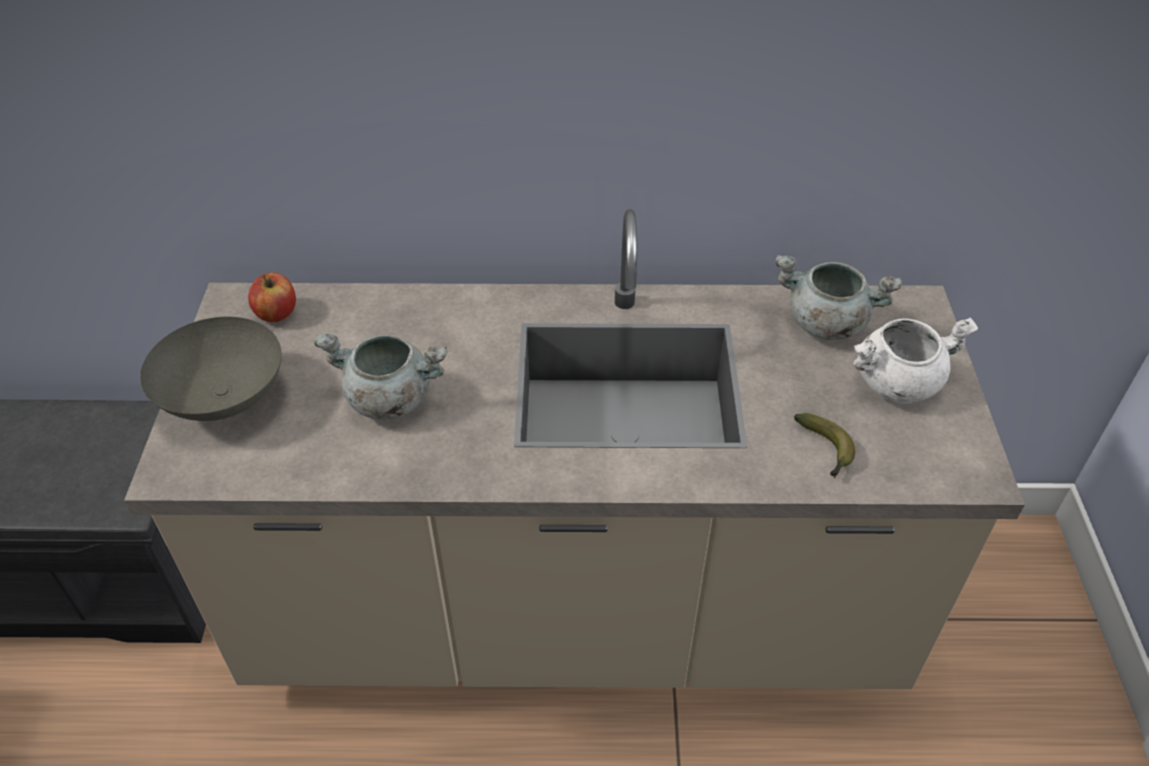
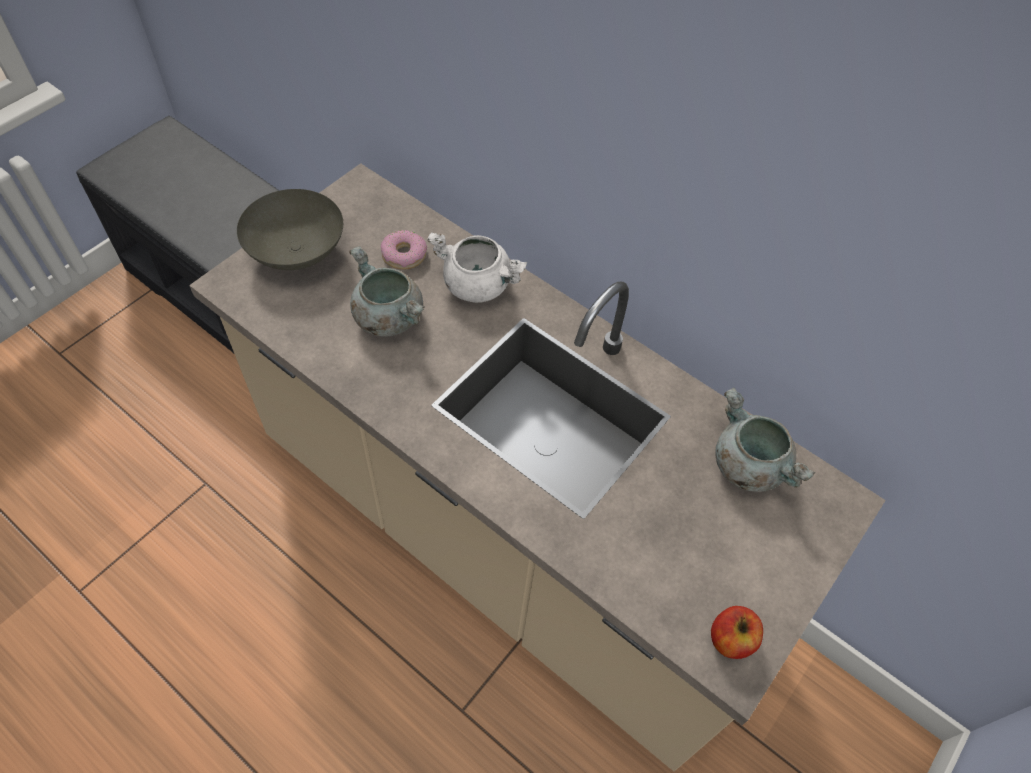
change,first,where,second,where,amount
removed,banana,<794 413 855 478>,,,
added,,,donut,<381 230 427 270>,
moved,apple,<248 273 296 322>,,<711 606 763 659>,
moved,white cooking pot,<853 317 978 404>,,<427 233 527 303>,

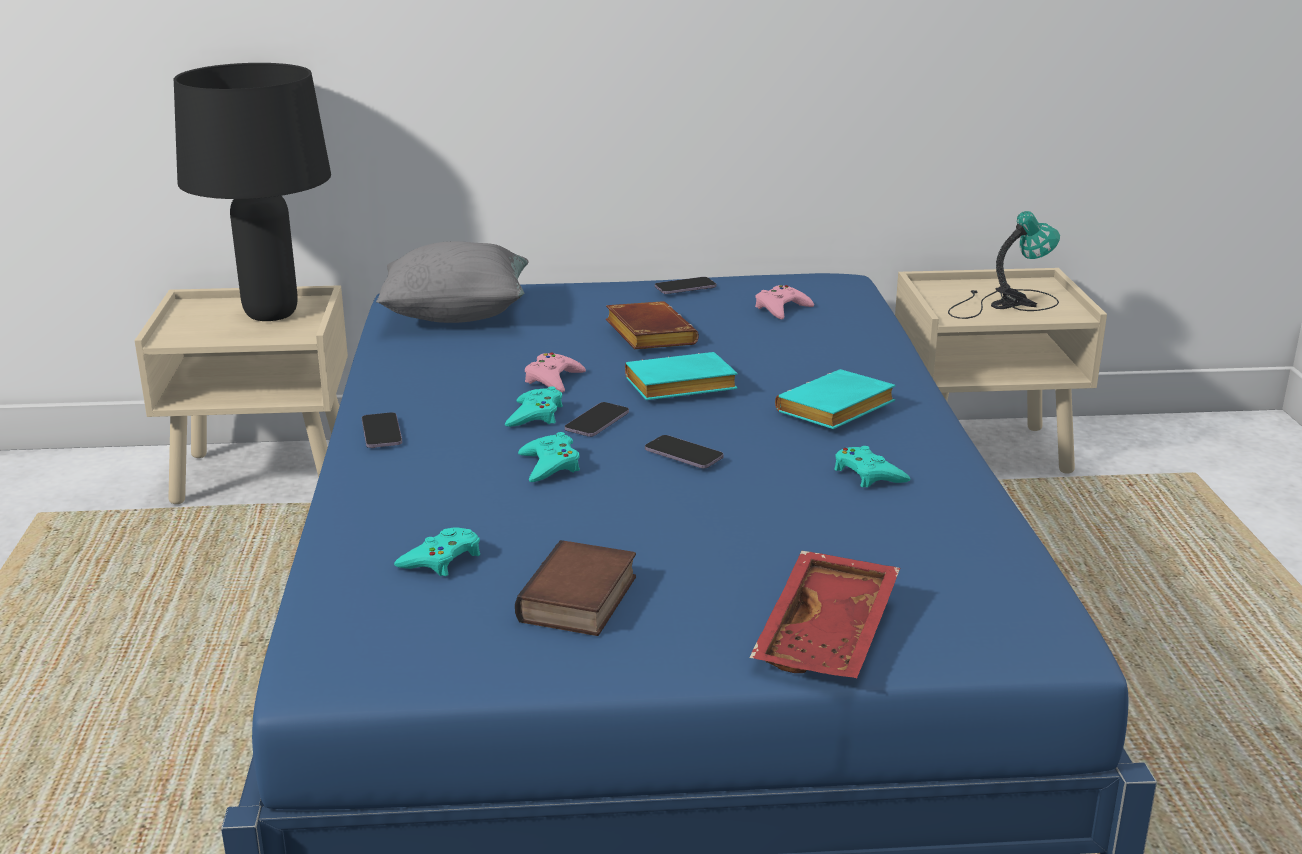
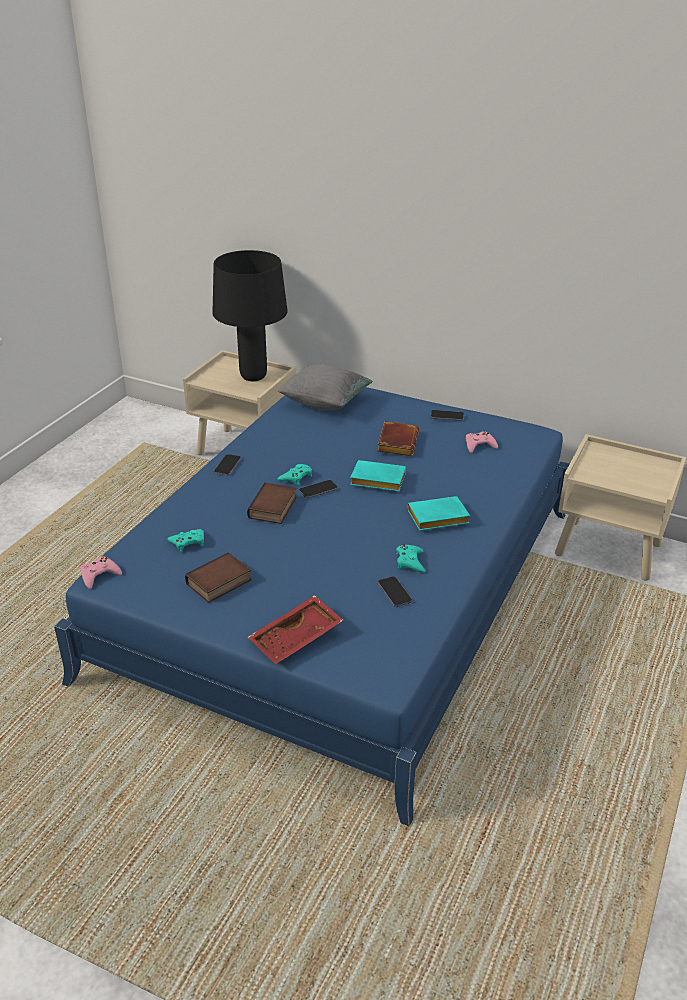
change,first,where,second,where,amount
removed,table lamp,<948 211 1060 319>,,,
moved,pink game controller,<525 352 586 393>,,<80 556 122 589>,
moved,phone,<645 435 724 469>,,<378 576 412 607>,
replaced,turquoise game controller,<518 432 580 482>,book,<247 483 297 524>,

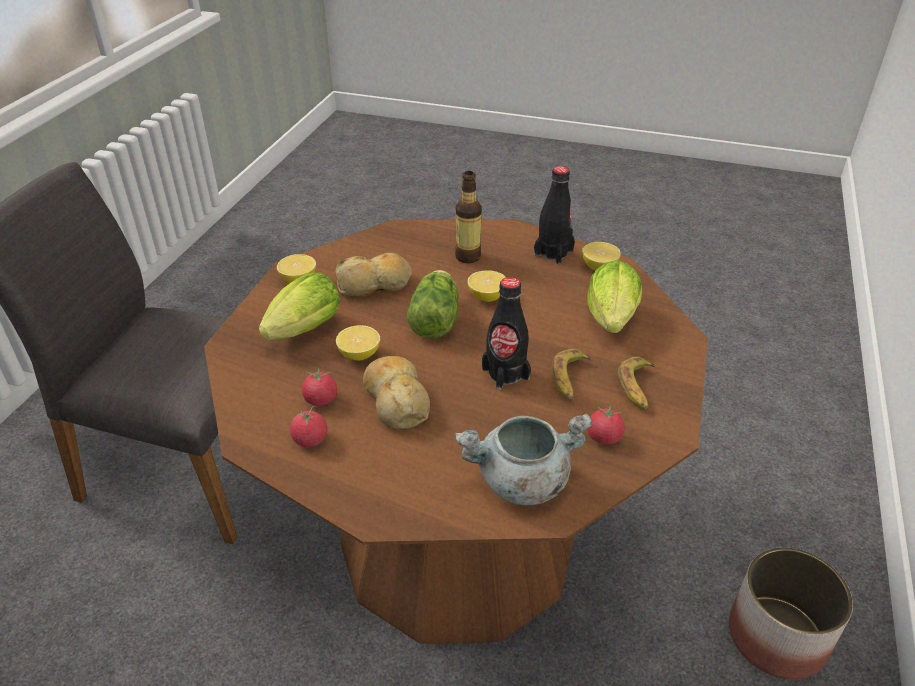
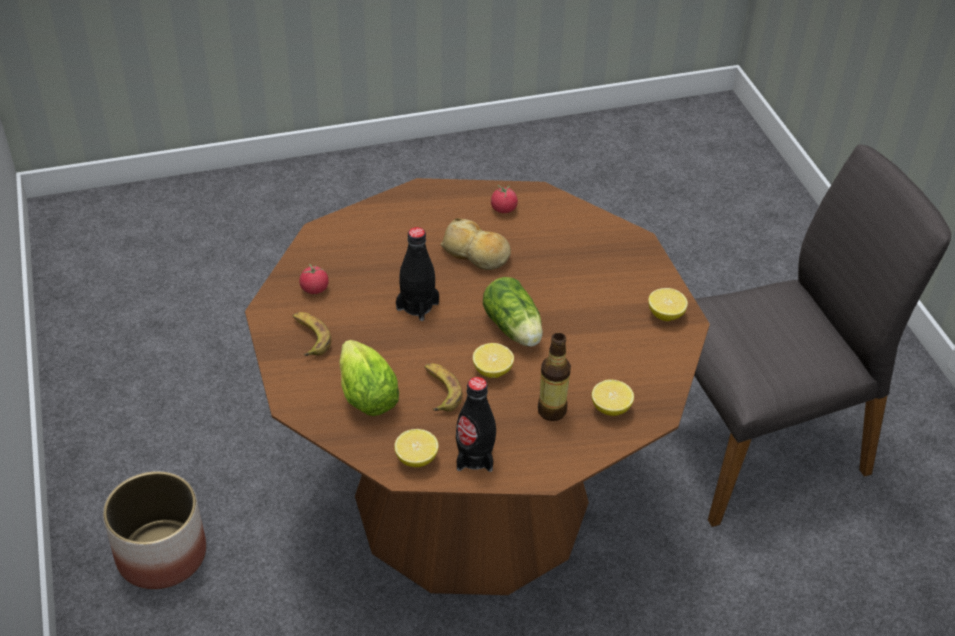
change,first,where,second,where,amount
removed,lettuce,<259 273 341 340>,,,
removed,tomato,<302 367 337 406>,,,
removed,bread,<335 253 412 297>,,,
removed,grey cooking pot,<455 413 593 505>,,,
moved,lemon,<336 325 380 361>,,<592 379 634 416>,
moved,banana,<552 348 592 401>,,<424 363 463 411>,

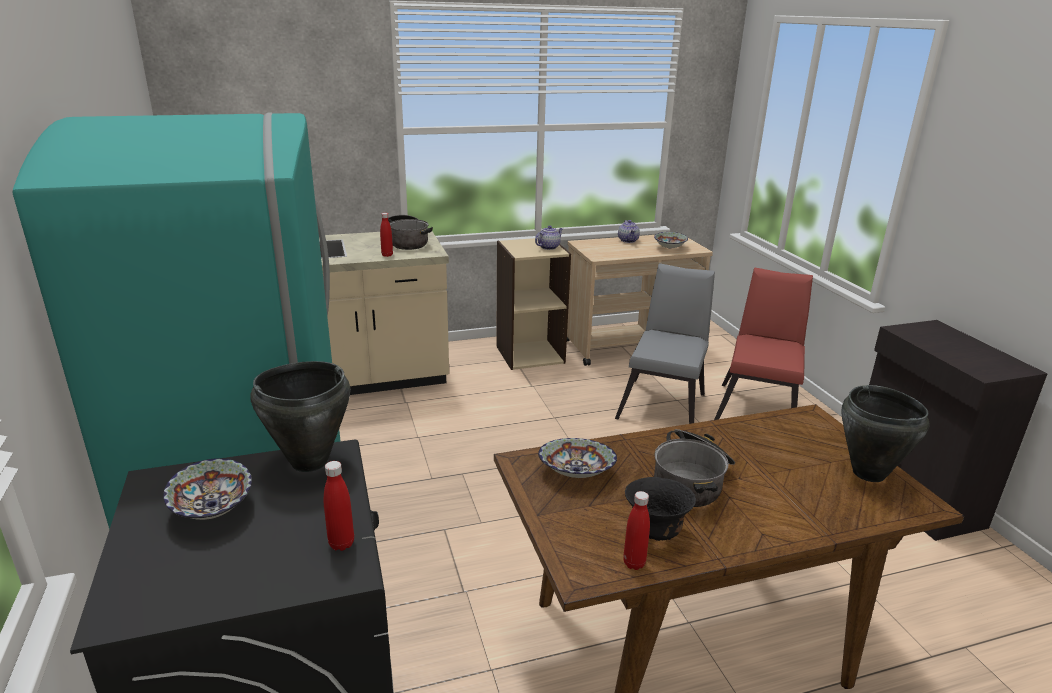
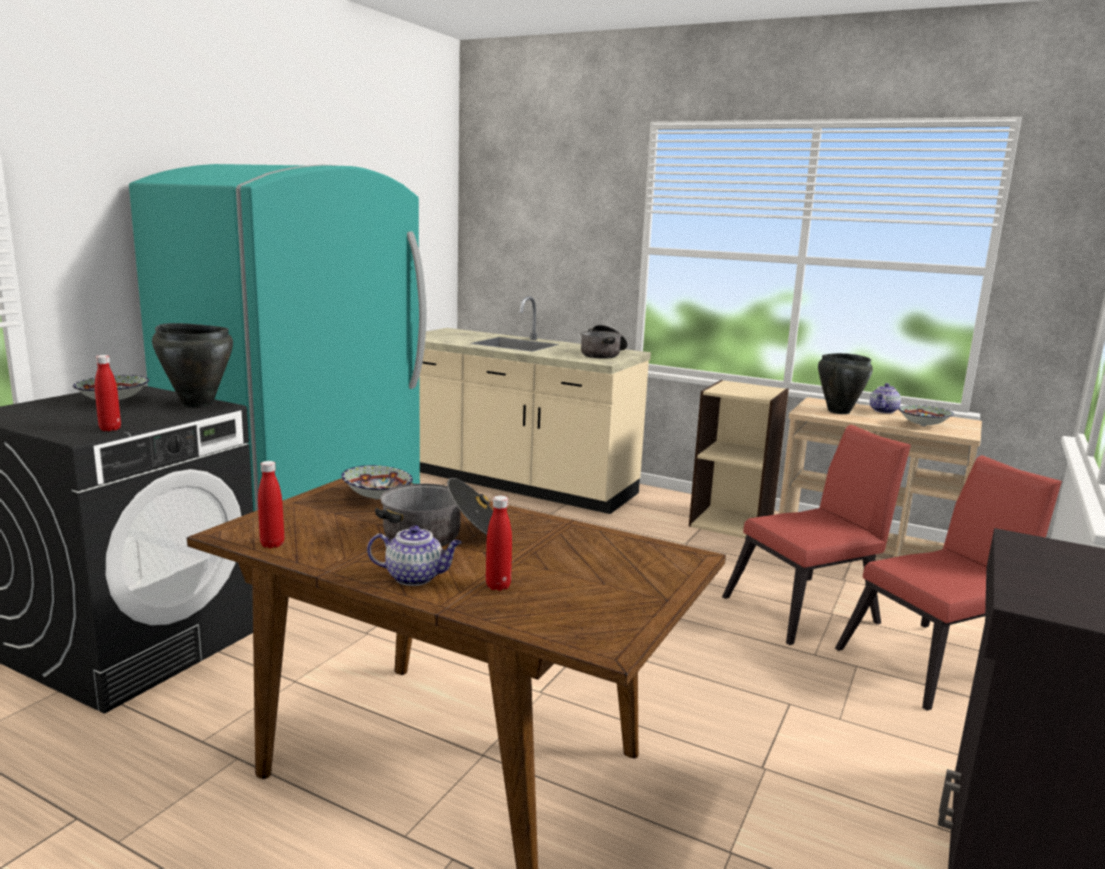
change,first,where,second,where,amount
removed,black bowl,<625 477 696 541>,,,
moved,red bottle,<380 213 393 257>,,<486 495 512 591>,
moved,teapot,<535 226 563 250>,,<367 525 462 586>,
moved,black cooking pot,<841 385 930 482>,,<818 353 873 414>,
recoloured,grey chair,<615 263 715 424>,red chair,<722 425 911 645>,

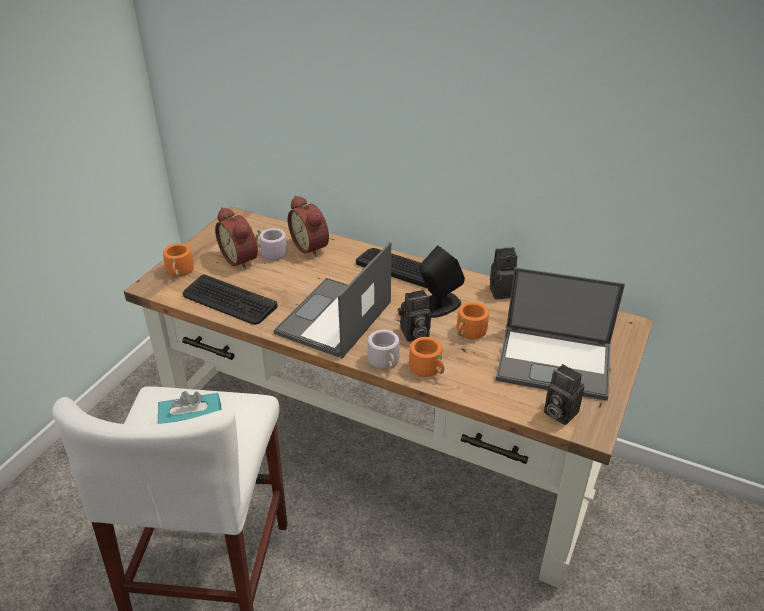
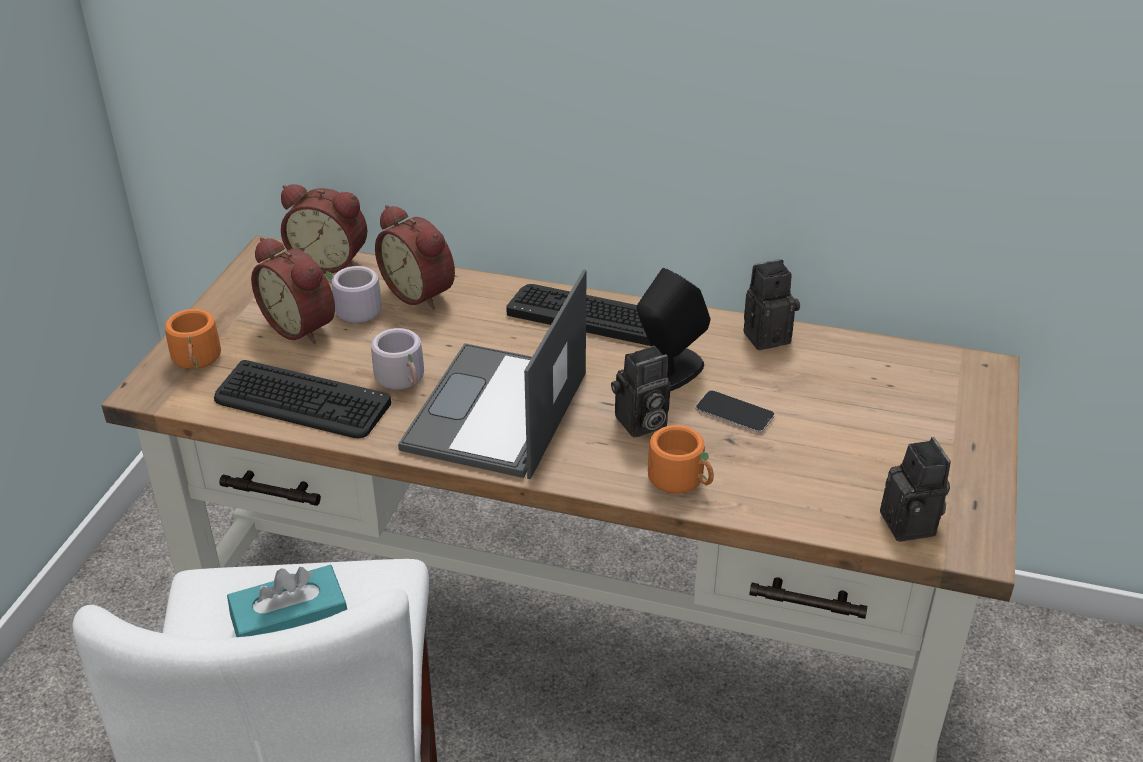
change,first,where,second,where,amount
removed,laptop,<495 267 625 401>,,,
added,,,alarm clock,<281 184 367 274>,
moved,grey mug,<367 330 400 369>,,<371 328 424 390>,
replaced,orange mug,<457 302 497 340>,phone,<696 390 775 433>,
turned,photo camera,<544 364 584 425>,,<880 437 951 542>,135 degrees counterclockwise

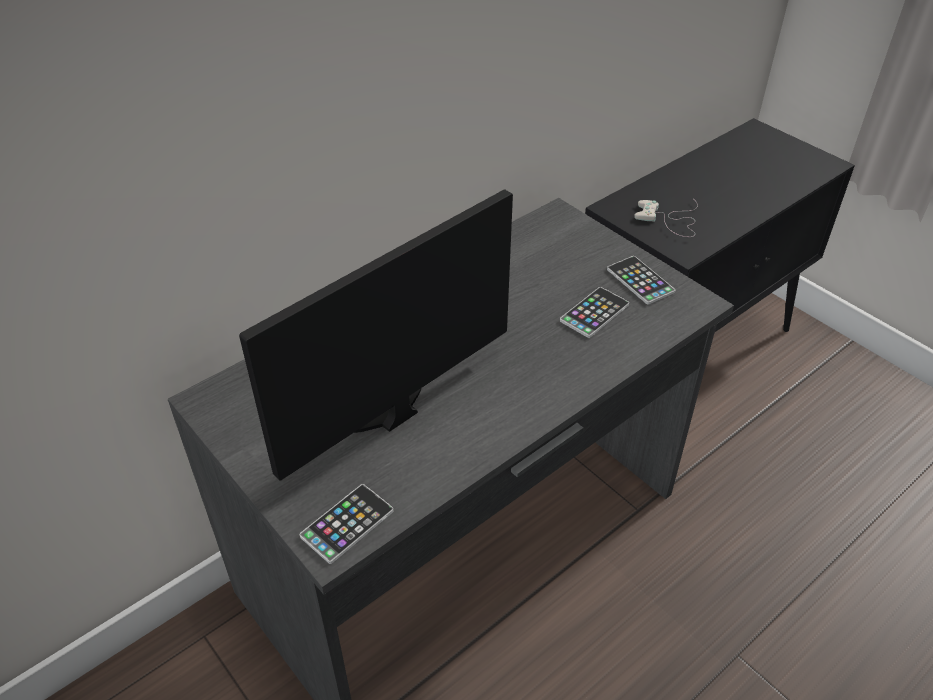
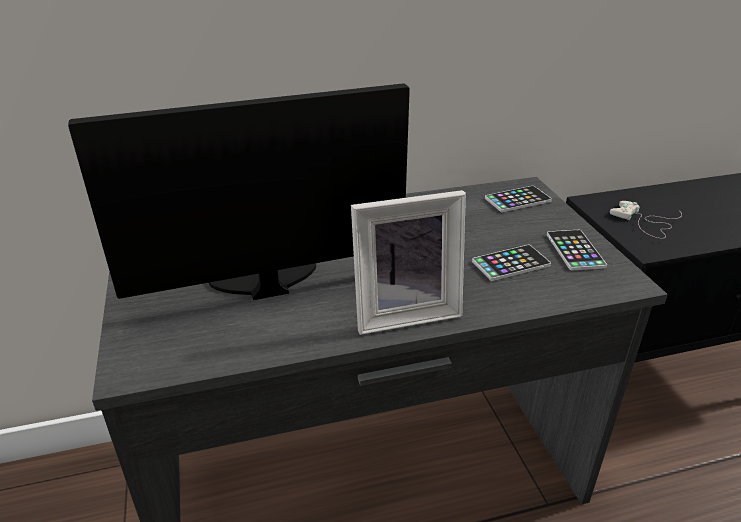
change,first,where,second,where,amount
added,,,picture frame,<351 190 466 335>,
moved,phone,<300 484 393 564>,,<485 186 552 212>,

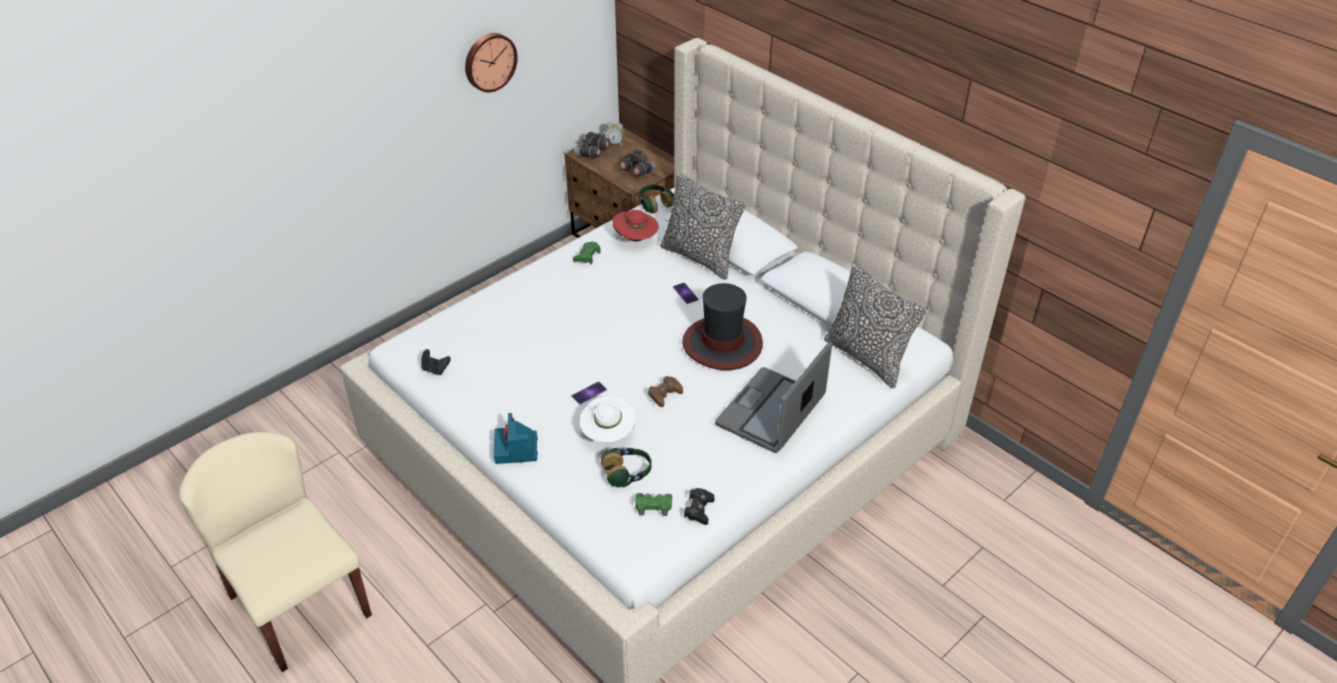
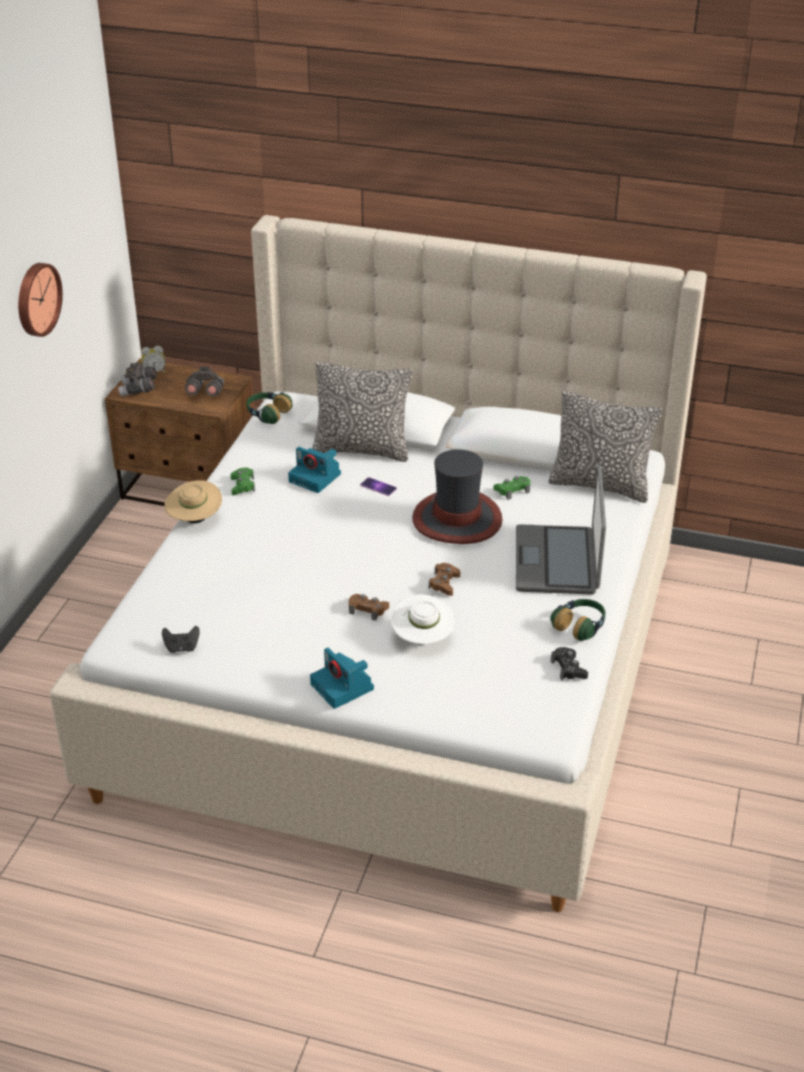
change,first,where,second,where,amount
removed,beige chair,<179 432 372 672>,,,
removed,red hat,<613 210 659 242>,,,
added,,,beige hat,<164 480 222 523>,
added,,,photo camera,<288 447 341 493>,
moved,headphones,<601 448 652 487>,,<550 599 605 641>,
moved,green game controller,<635 493 672 516>,,<494 476 530 500>,
replaced,phone,<572 382 607 404>,brown game controller,<349 594 389 621>,

